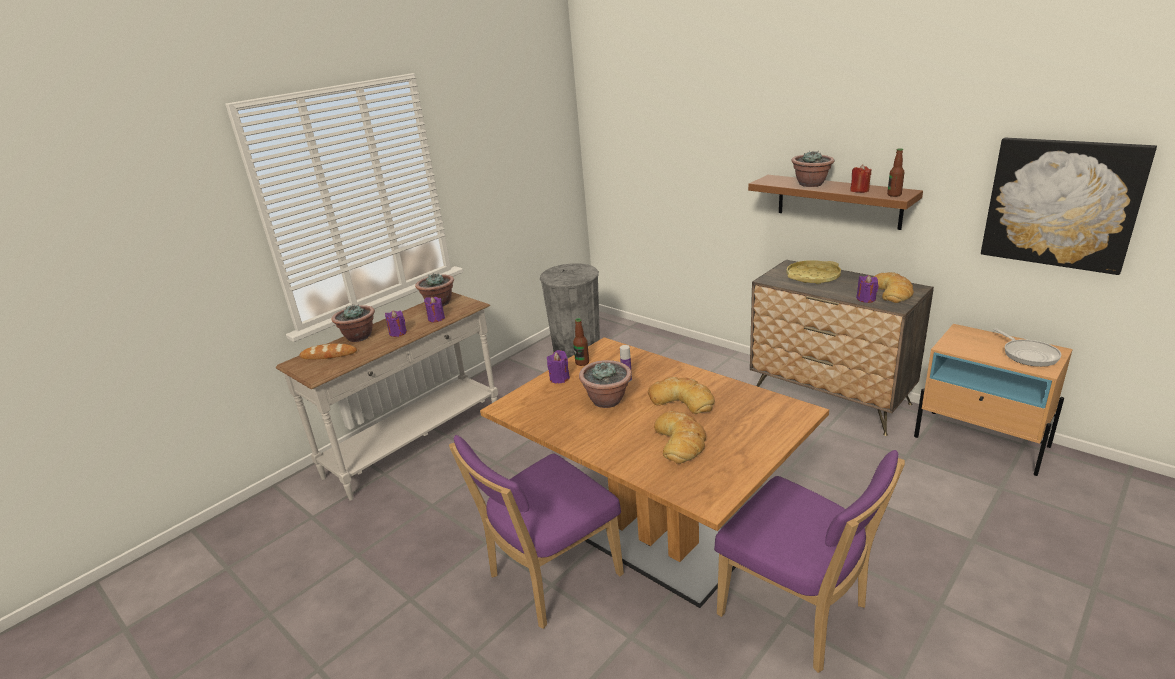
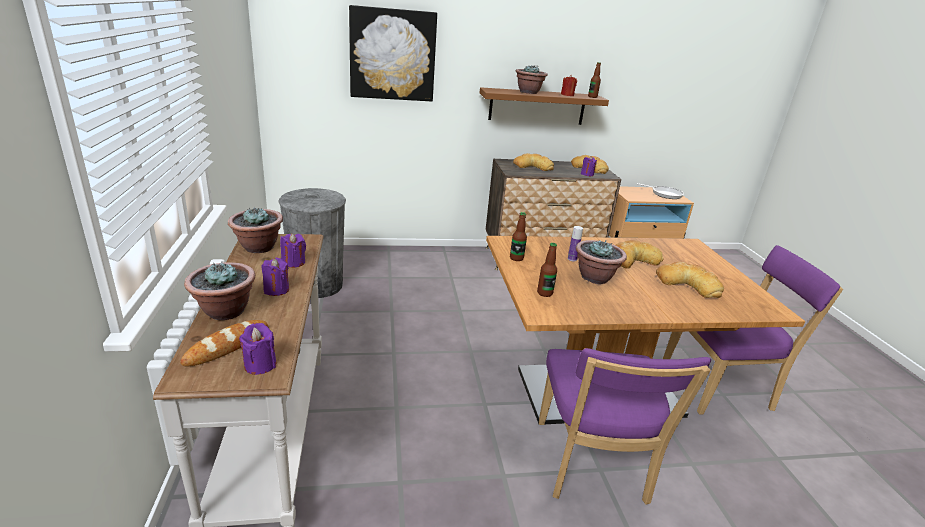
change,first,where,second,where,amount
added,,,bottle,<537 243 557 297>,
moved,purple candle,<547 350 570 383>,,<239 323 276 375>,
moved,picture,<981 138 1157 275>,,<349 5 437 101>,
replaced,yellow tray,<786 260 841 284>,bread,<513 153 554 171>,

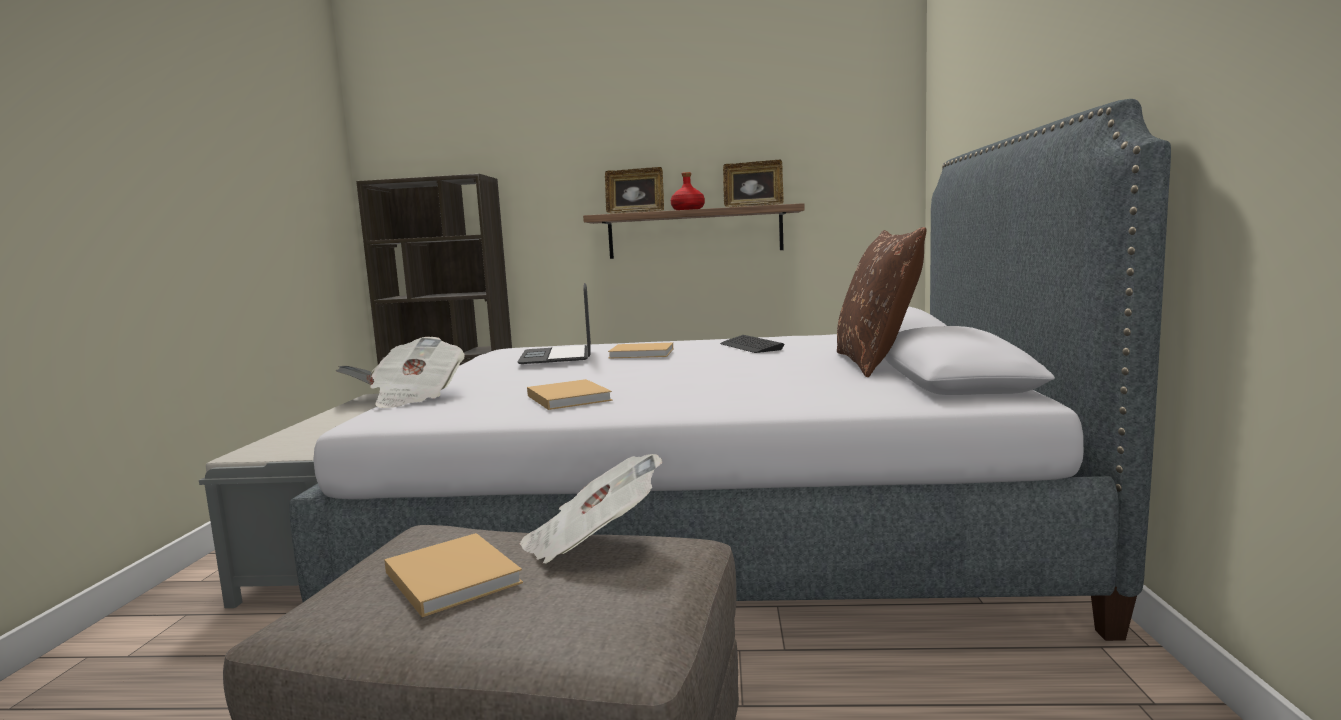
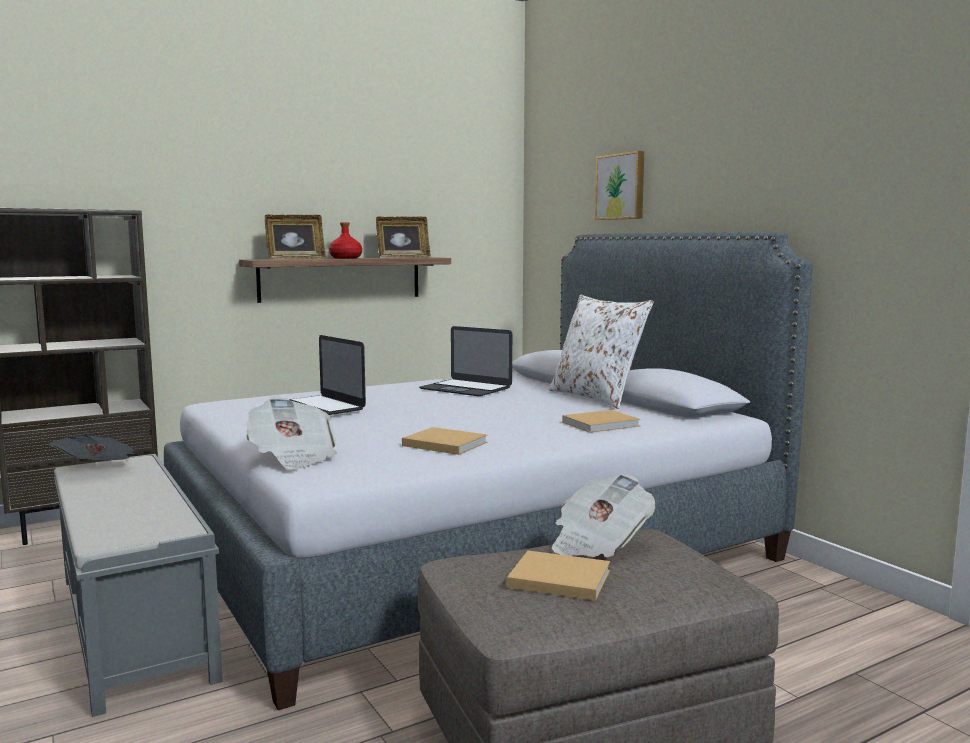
change,first,where,second,where,amount
added,,,picture,<595 151 644 220>,
moved,beige book,<608 343 673 359>,,<562 410 641 433>,
replaced,keyboard,<720 335 785 353>,laptop,<419 326 512 396>,
recoloured,brown pillow,<837 227 927 377>,white pillow,<549 294 653 409>,

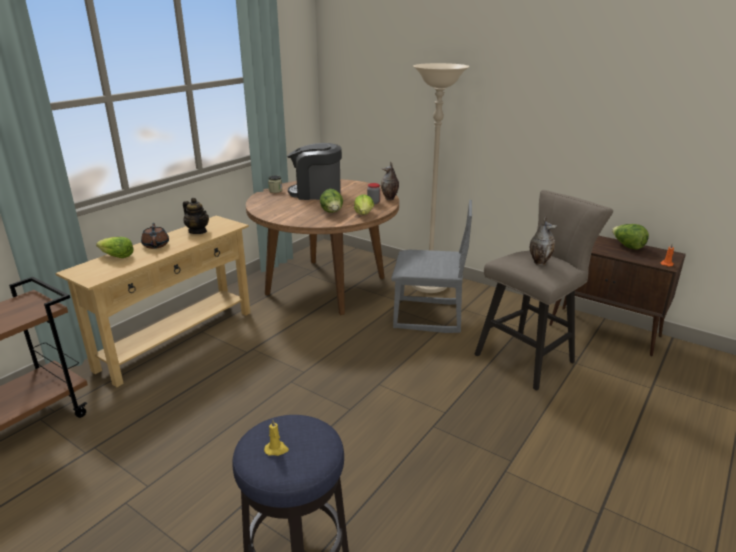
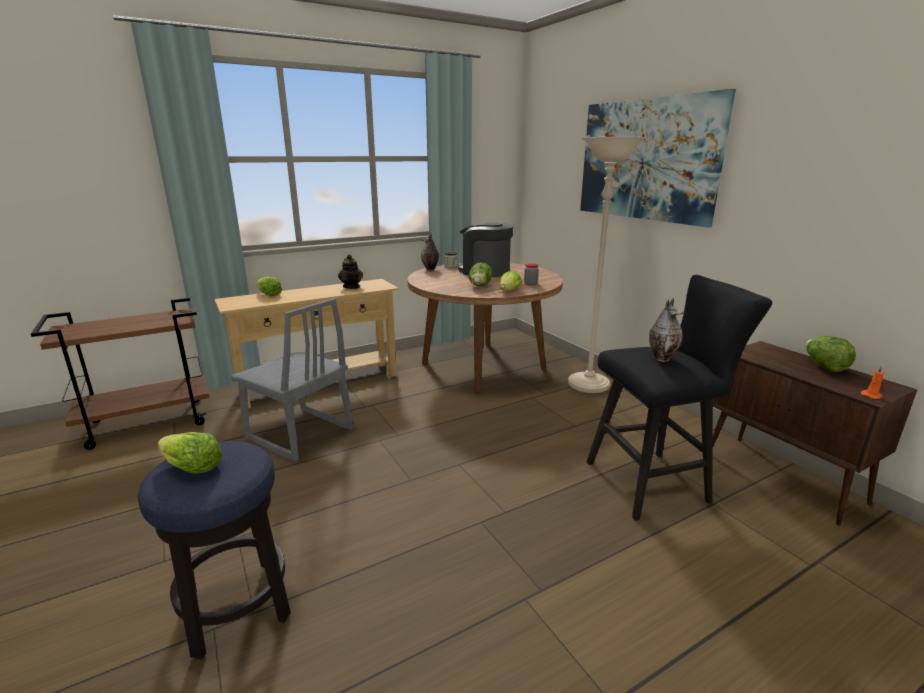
change,first,where,second,where,amount
removed,brown teapot,<141 223 169 249>,,,
added,,,picture,<580 89 736 227>,
moved,vase,<381 161 399 200>,,<421 234 439 271>,
moved,grey chair,<391 200 472 333>,,<231 298 354 461>,
replaced,yellow candle,<264 420 289 456>,lettuce,<158 432 223 474>,
recoloured,beige stool,<475 190 613 391>,black stool,<587 275 772 521>,

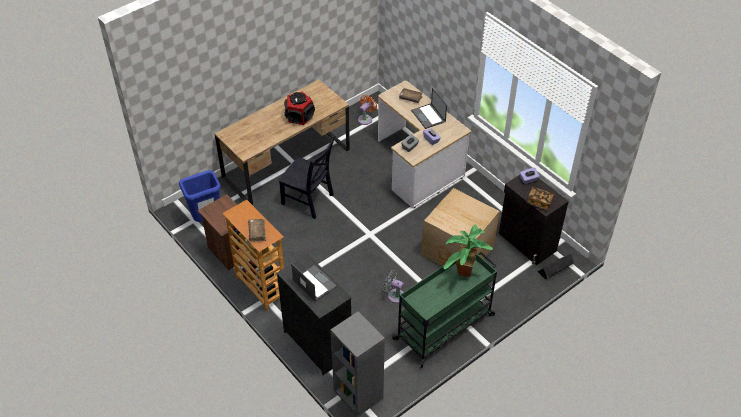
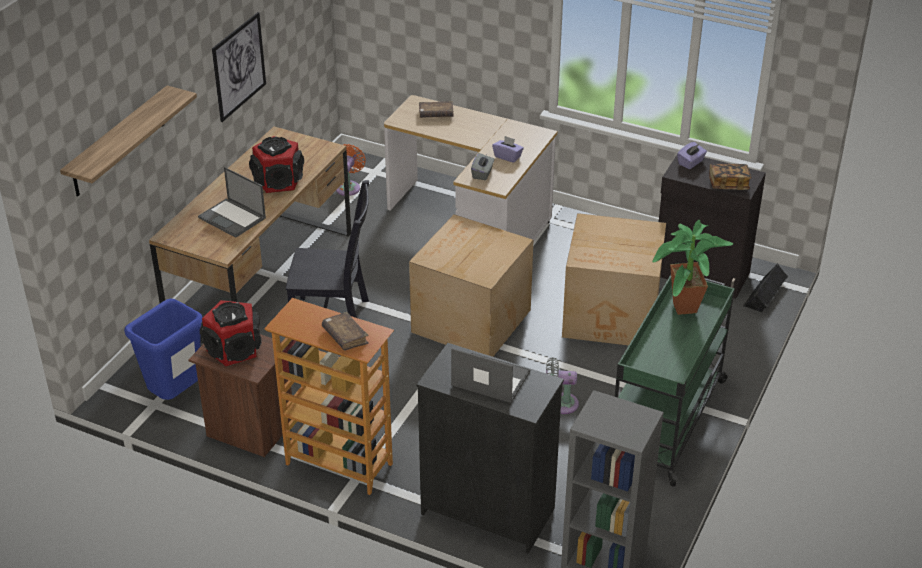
change,first,where,second,where,amount
added,,,shelf,<60 85 197 197>,
added,,,speaker,<200 300 262 366>,
added,,,picture,<212 12 266 122>,
added,,,cardboard box,<409 214 533 357>,
moved,laptop,<411 88 447 129>,,<198 167 266 238>,

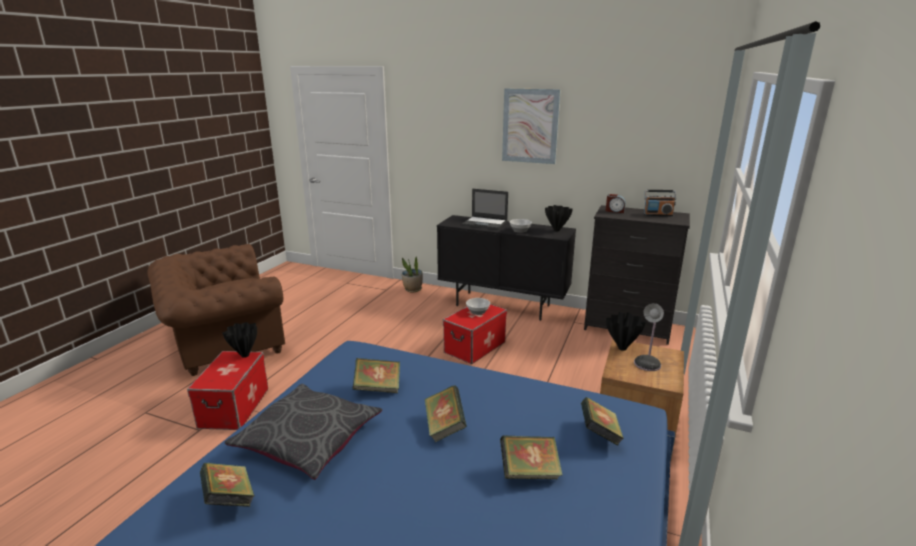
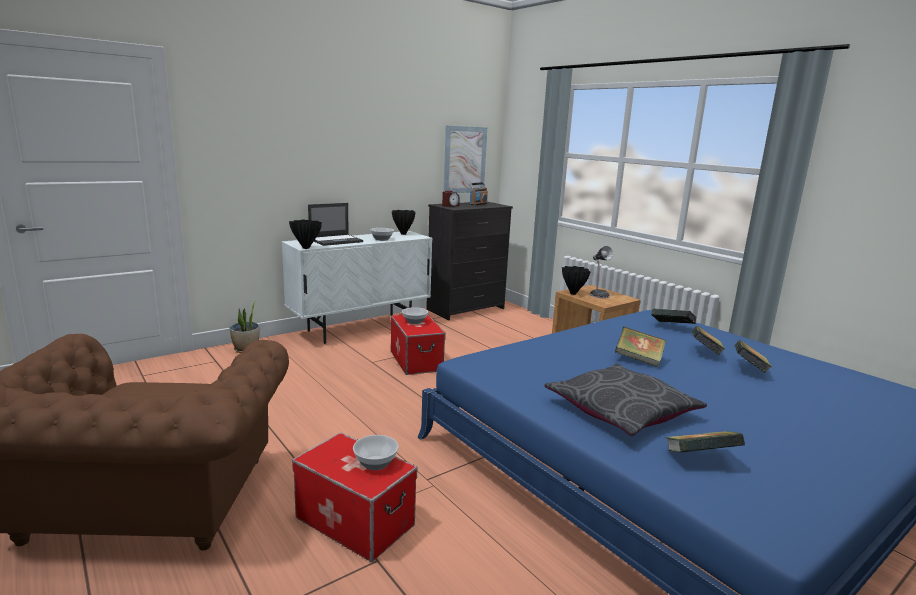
change,first,where,second,where,amount
added,,,bowl,<353 435 399 470>,
moved,black vase,<222 322 257 358>,,<289 219 322 249>,
moved,book,<353 358 400 393>,,<734 340 772 373>,
moved,picture,<502 88 561 164>,,<443 126 487 193>,
recoloured,black cabinet,<437 215 576 321>,white cabinet,<282 231 432 344>,

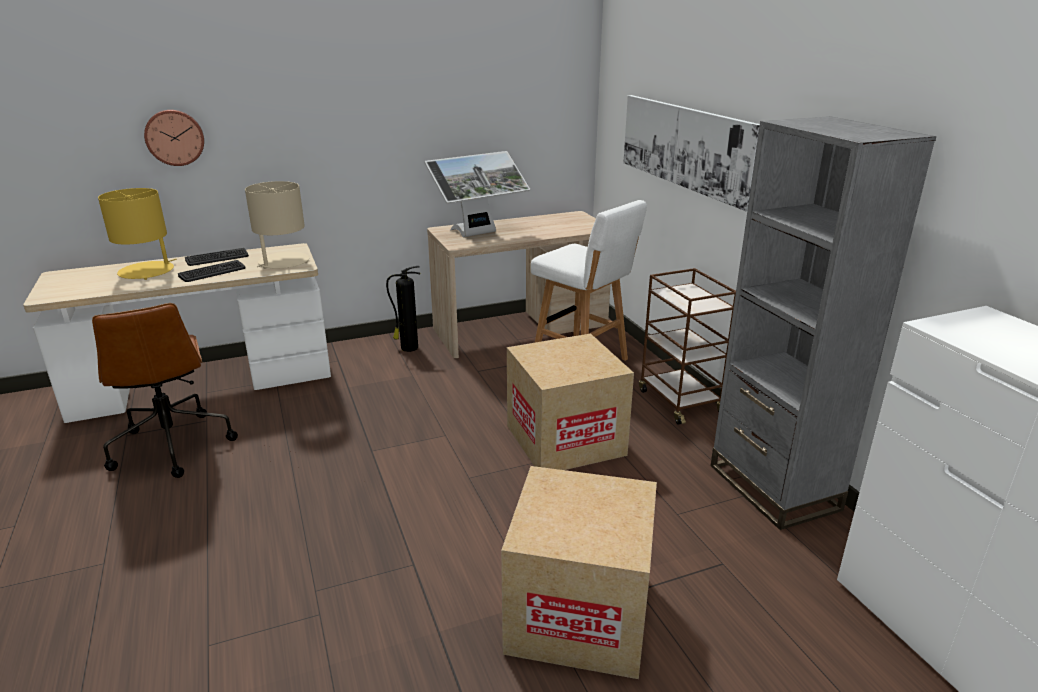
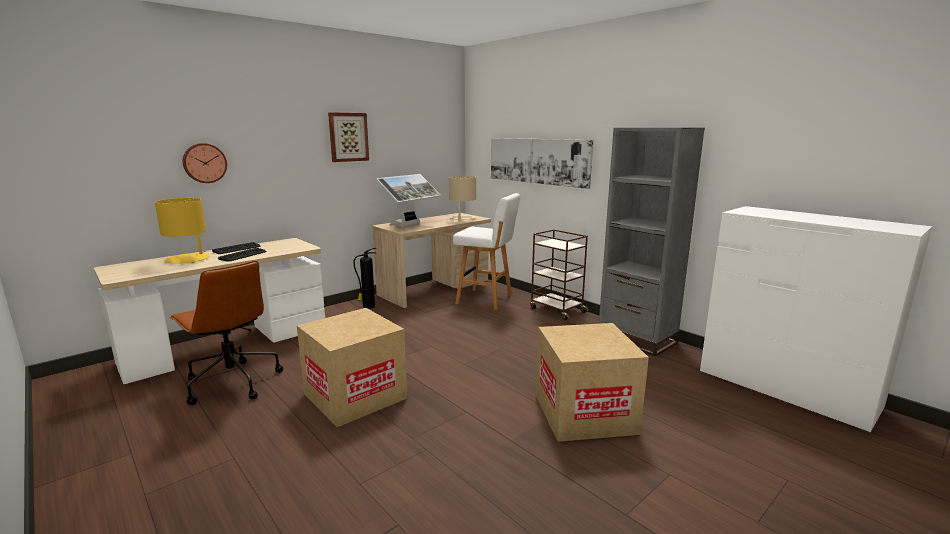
change,first,where,second,where,amount
added,,,picture,<328 112 369 162>,
moved,beige table lamp,<245 181 309 269>,,<449 176 476 221>,
moved,cardboard box,<507 333 634 470>,,<297 308 407 427>,

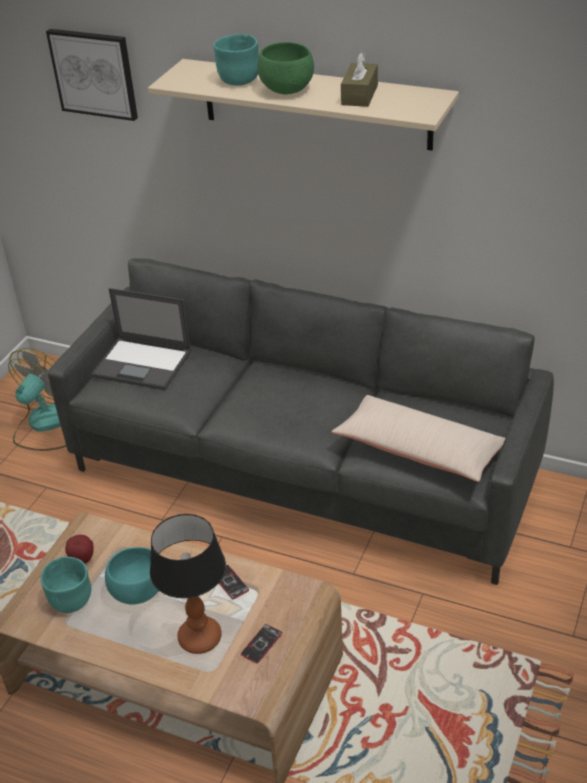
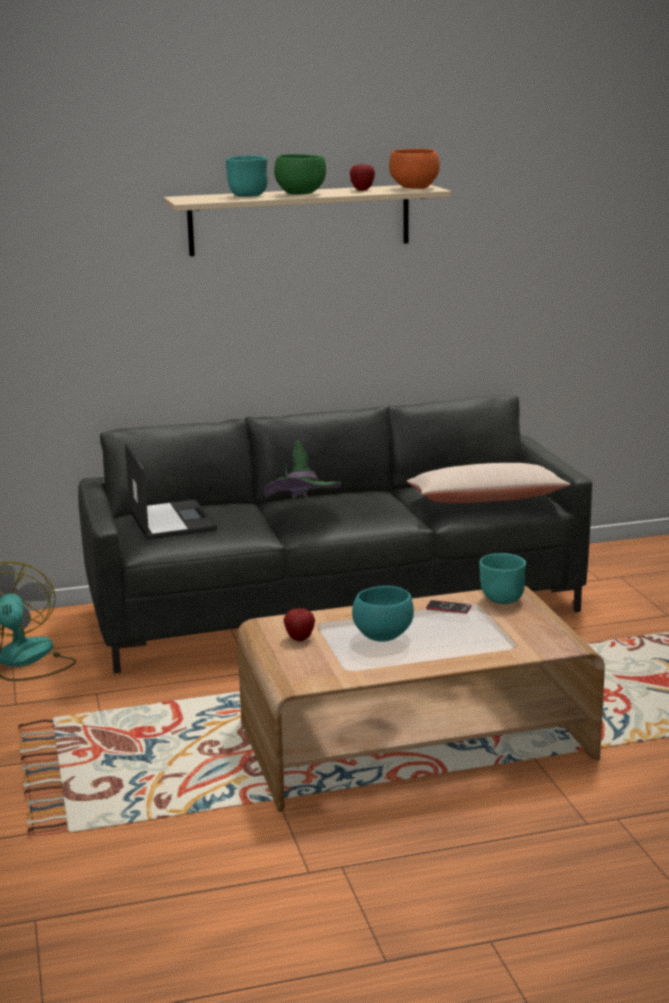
change,first,where,second,where,amount
removed,picture,<46 29 138 121>,,,
removed,table lamp,<150 514 226 654>,,,
removed,phone,<241 624 282 663>,,,
added,,,green hat,<264 440 342 498>,
added,,,orange bowl,<389 149 440 189>,
moved,turquoise bowl,<41 557 92 613>,,<479 553 526 604>,
replaced,brown tissue box,<341 52 378 107>,apple,<350 164 375 191>,
turned,laptop,<91 288 191 390>,,<125 444 217 540>,90 degrees counterclockwise

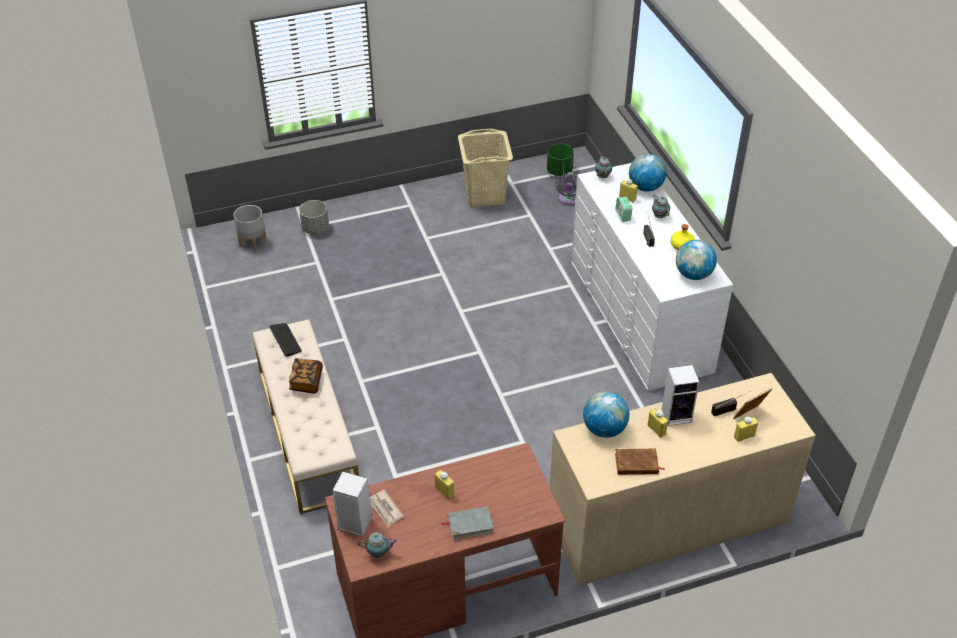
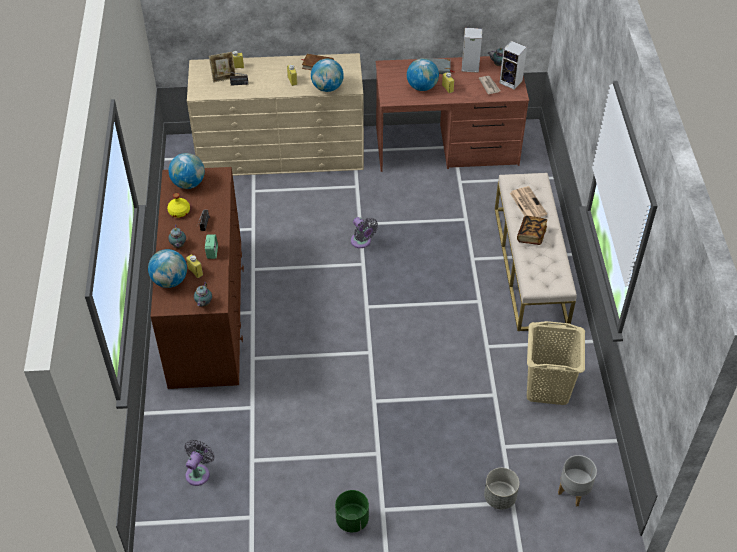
change,first,where,second,where,amount
removed,keyboard,<269 323 302 357>,,,
added,,,grey fan,<351 217 378 248>,
added,,,globe,<407 58 439 91>,
added,,,newspaper,<510 186 547 217>,
moved,beige laundry basket,<458 129 513 207>,,<527 321 585 405>,
moved,green planter,<547 144 574 176>,,<335 490 369 533>,
moved,speaker,<662 365 699 426>,,<461 28 482 73>,
recoloured,white dresser,<571 163 733 391>,brown dresser,<151 167 244 389>,

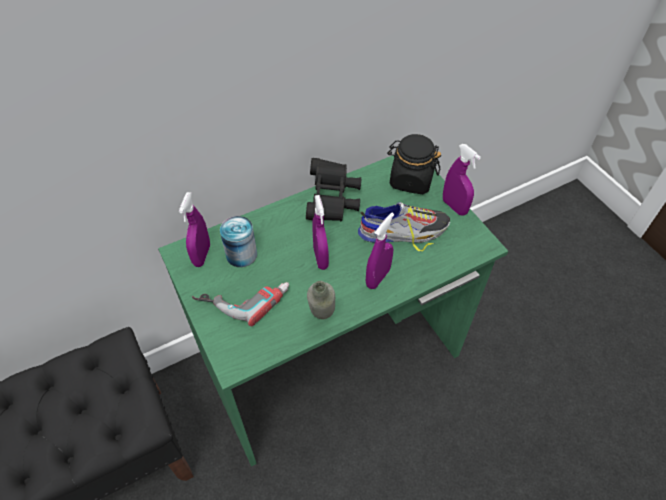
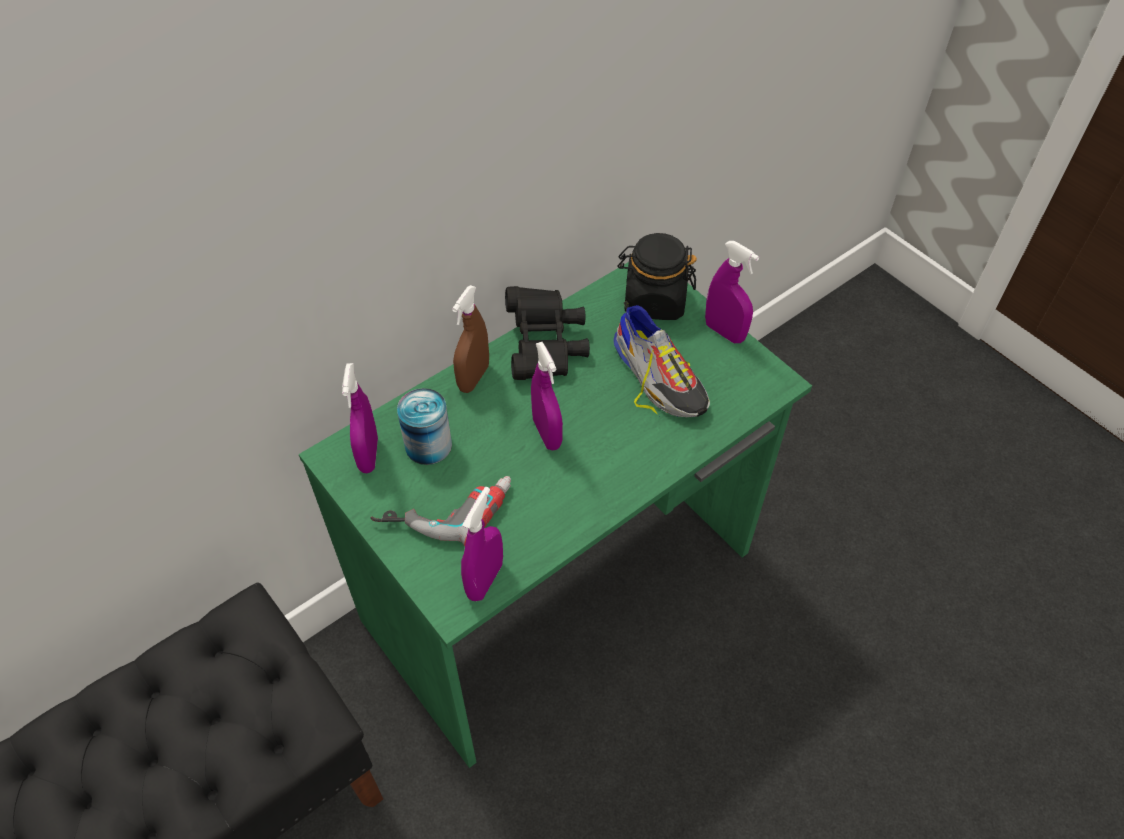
change,first,where,second,where,amount
removed,grey bottle,<307 281 335 319>,,,
added,,,brown spray bottle,<452 285 489 393>,
moved,purple spray bottle,<366 213 394 289>,,<461 487 503 601>,
turned,shoe,<358 202 450 251>,,<613 301 710 417>,75 degrees clockwise

